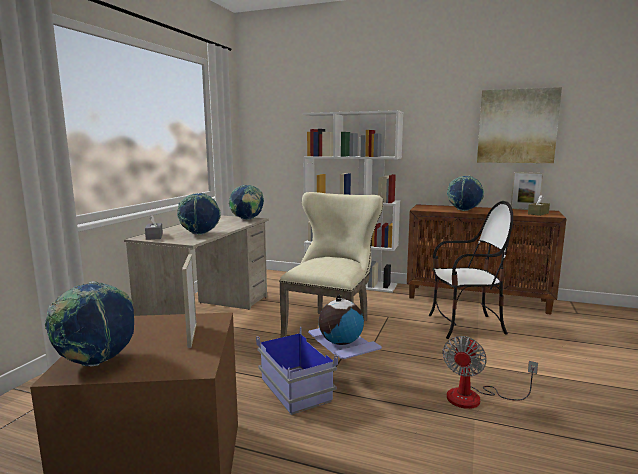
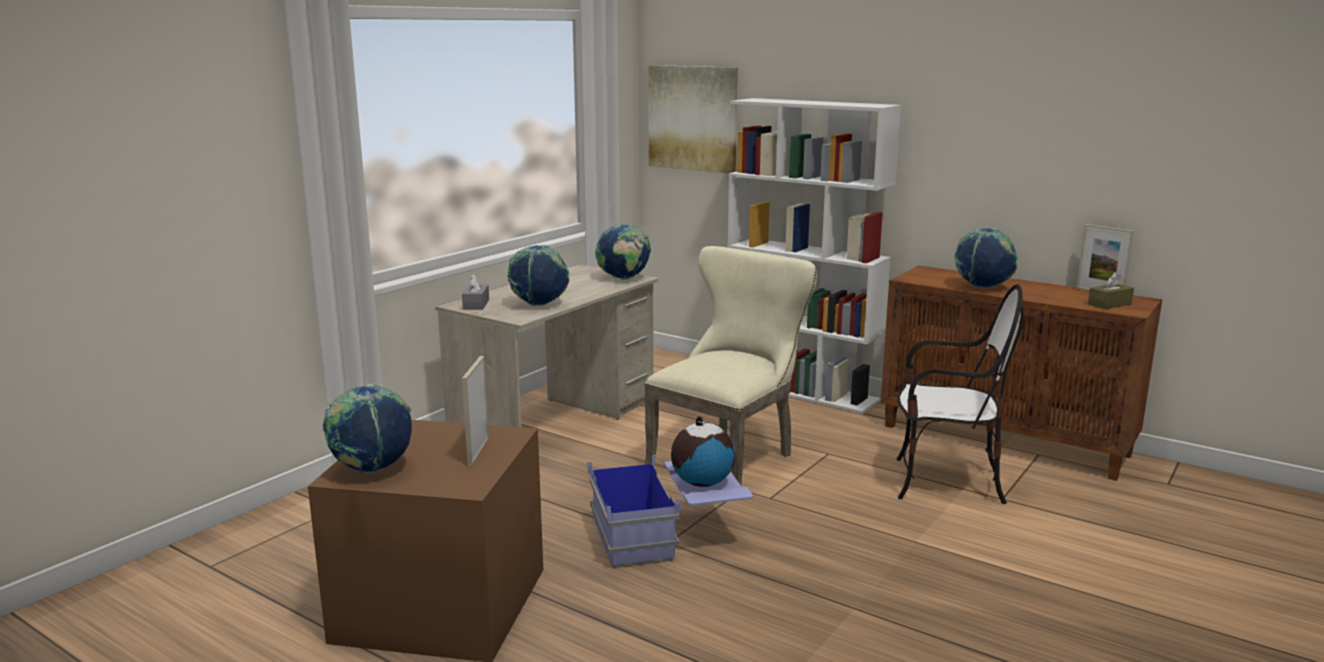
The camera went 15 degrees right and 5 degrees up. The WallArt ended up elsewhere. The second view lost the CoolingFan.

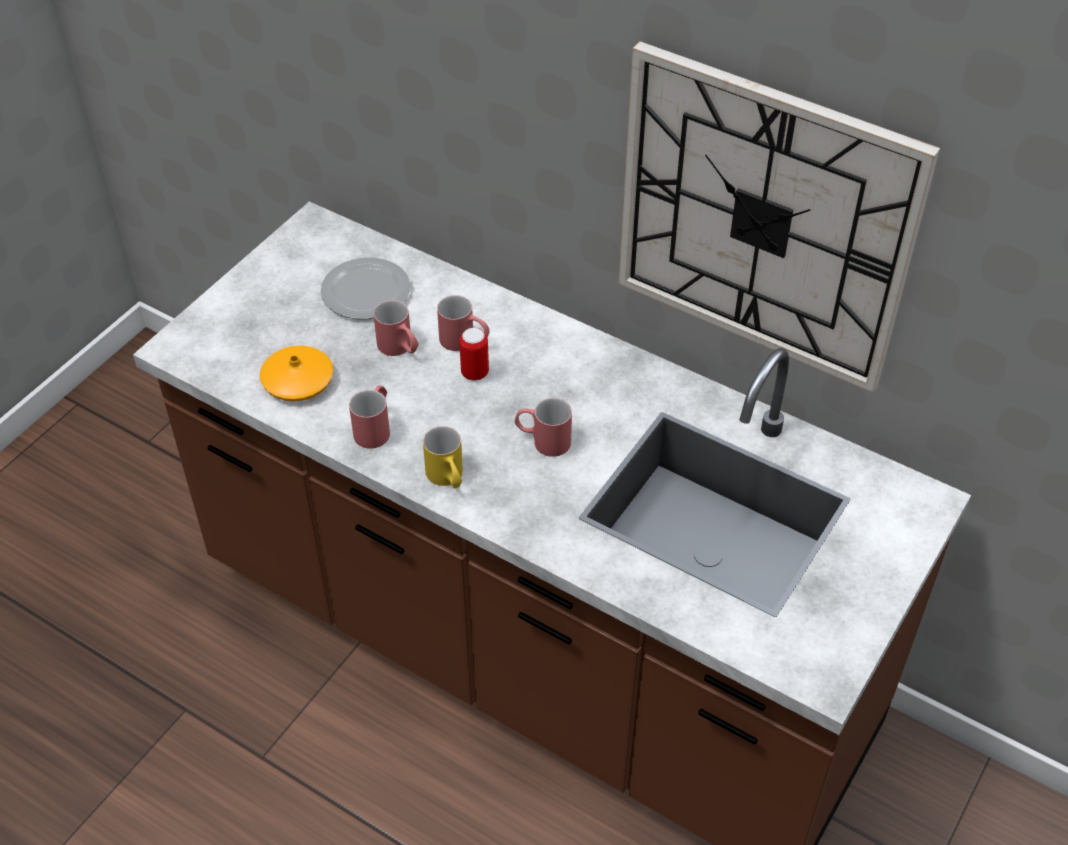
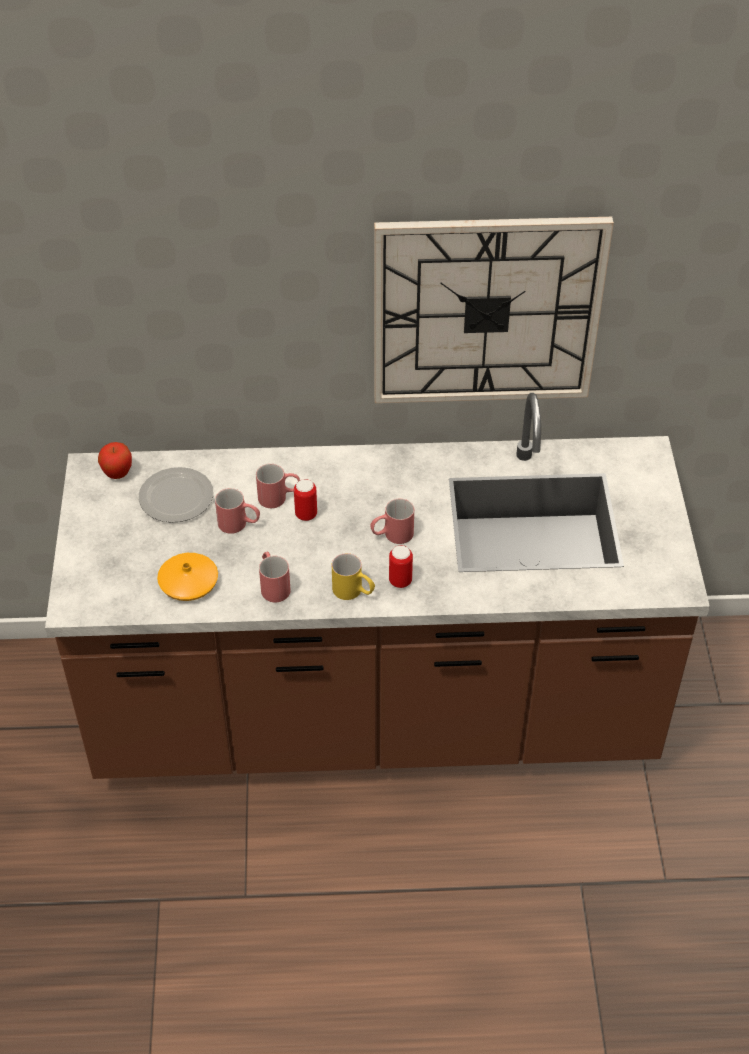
The camera went 35 degrees left and 0 degrees up. The second view gained the AppleFruit. The second view gained the MetalCan (no. 2 from left).

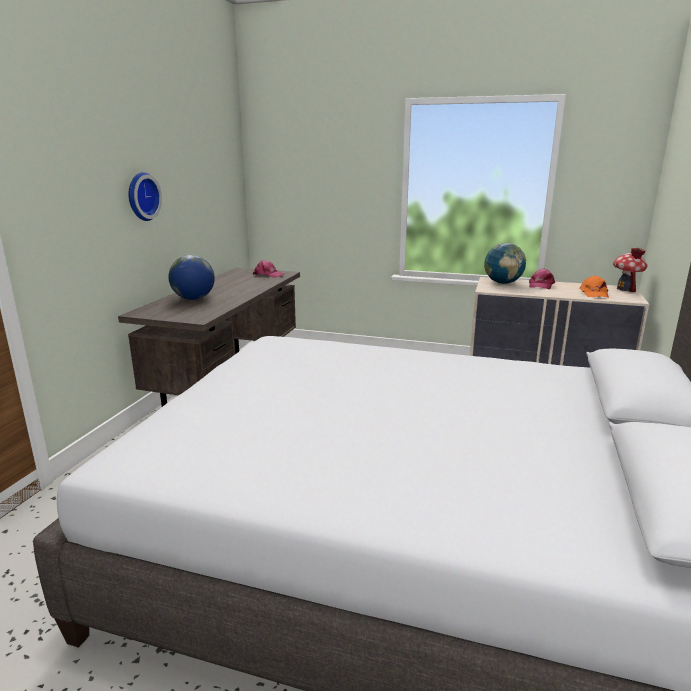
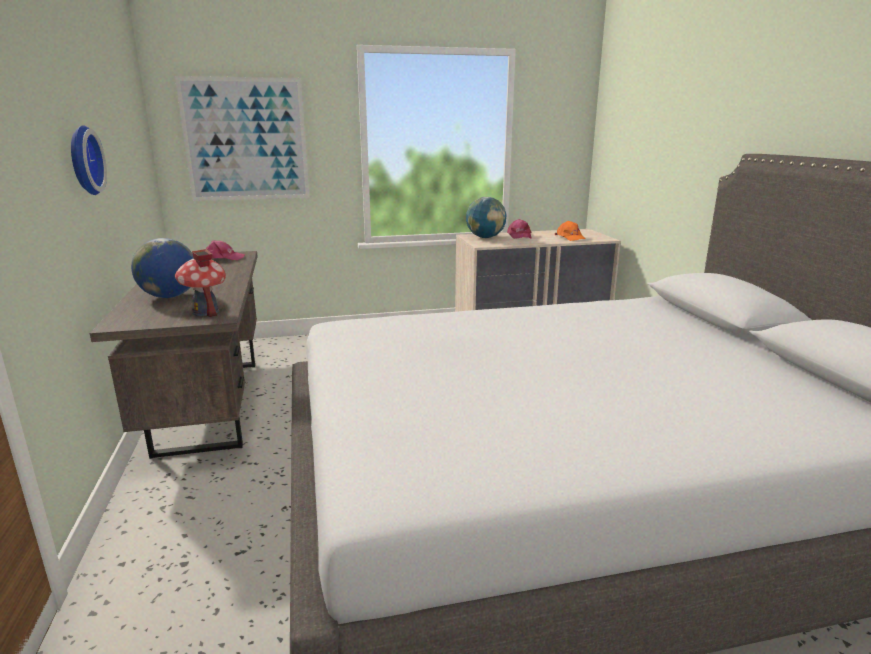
The camera went 30 degrees left and 0 degrees up. The ModelHouse ended up elsewhere. The second view gained the WallArt.

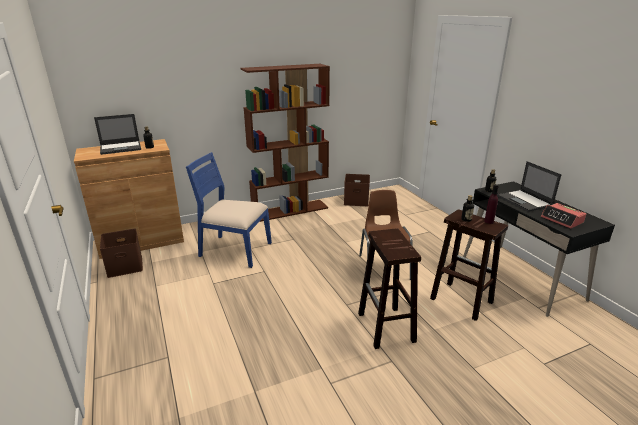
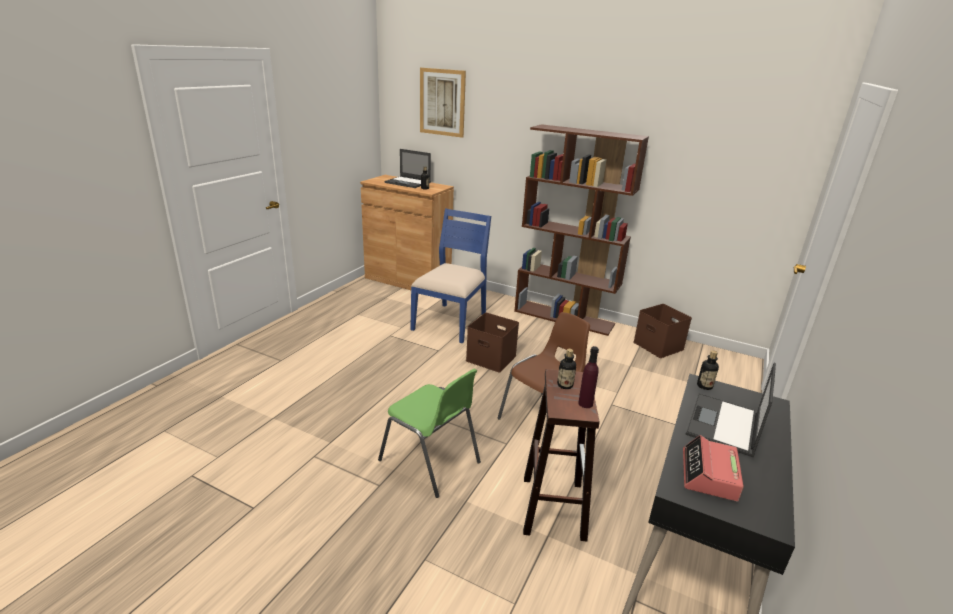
The camera went 50 degrees right and 0 degrees up. The BlueColouredPlainChair ended up facing another way, 45 degrees clockwise from before. The BrownColouredStorageContainer (no. 1 from left) ended up elsewhere. Where the BrownColouredStool (no. 1 from left) stood, the GreenishPlainChair came to stand. The second view gained the WallArt.

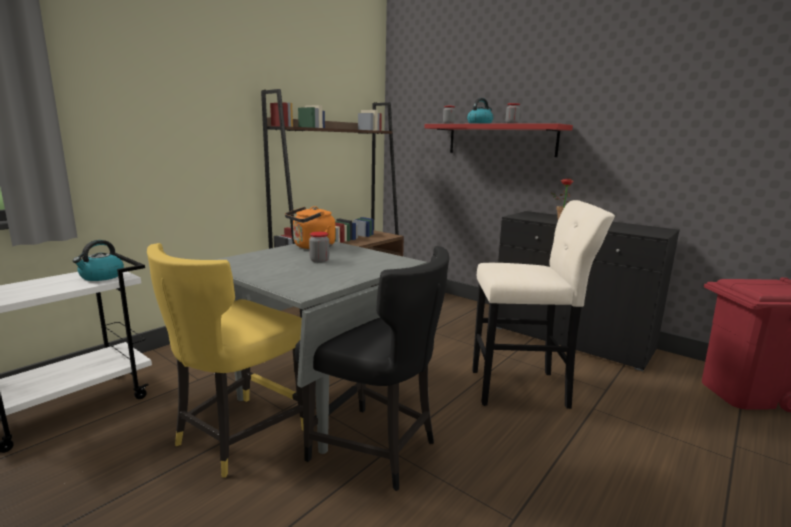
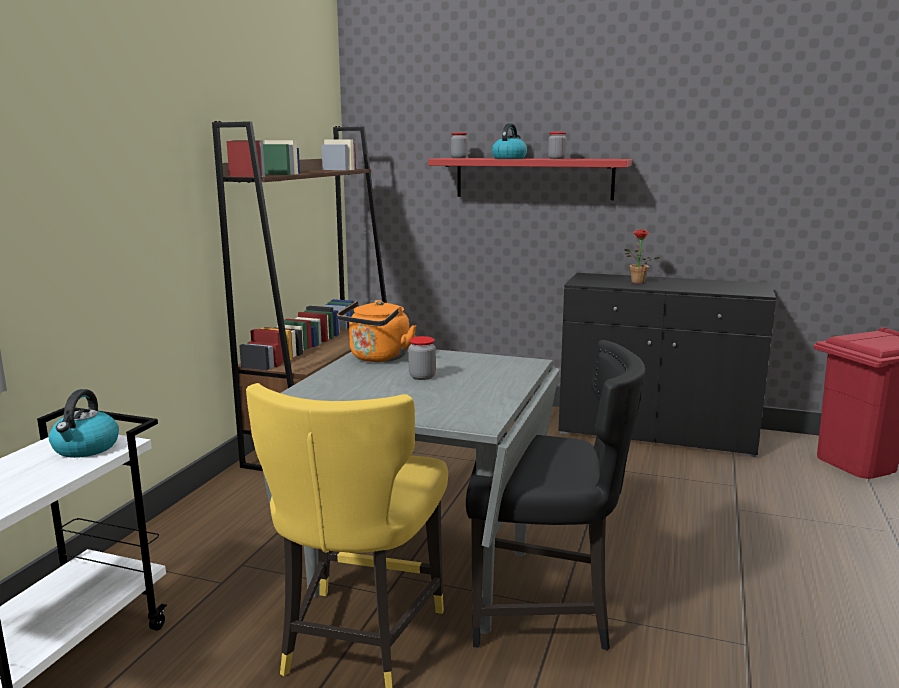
The camera went 20 degrees left and 0 degrees up. The second view lost the BeigeColouredStool.

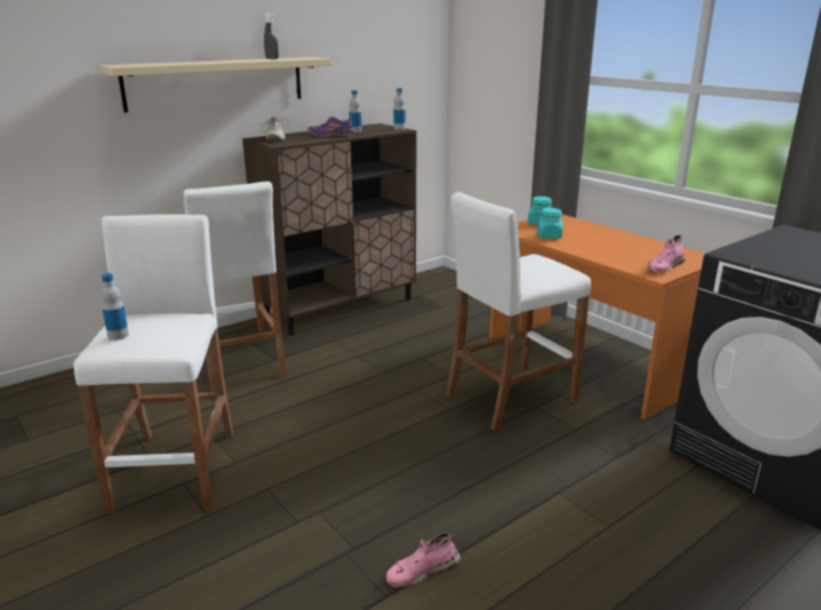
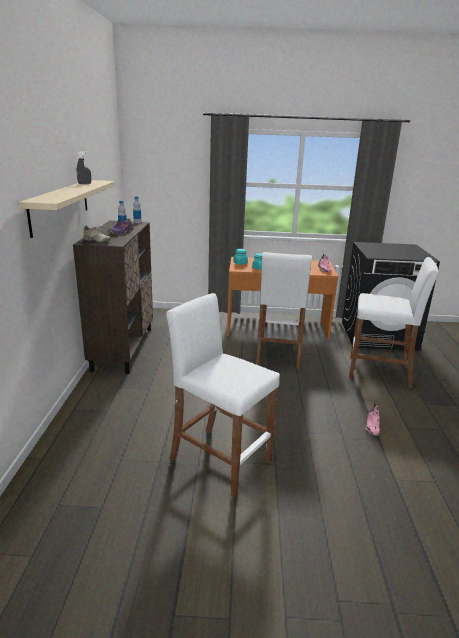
The camera went 50 degrees left and 0 degrees up. The WhiteColouredStool (no. 2 from left in the first image) ended up elsewhere. The second view lost the BeverageBottle (no. 1 from left).

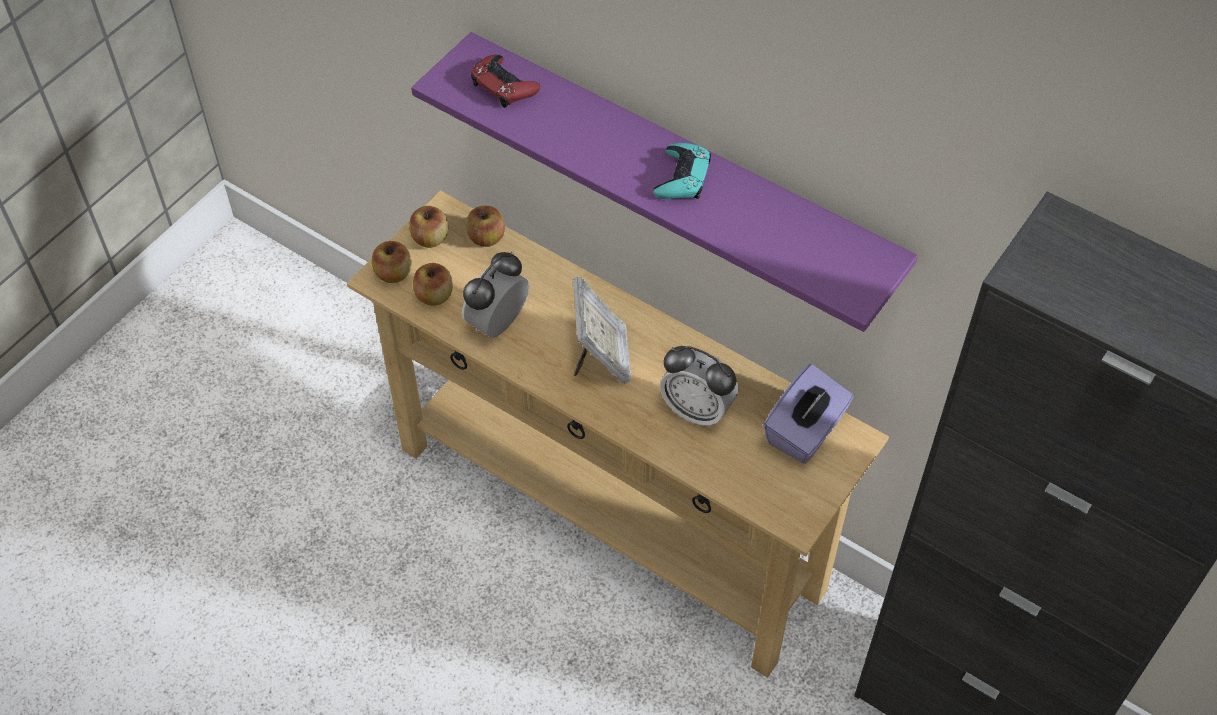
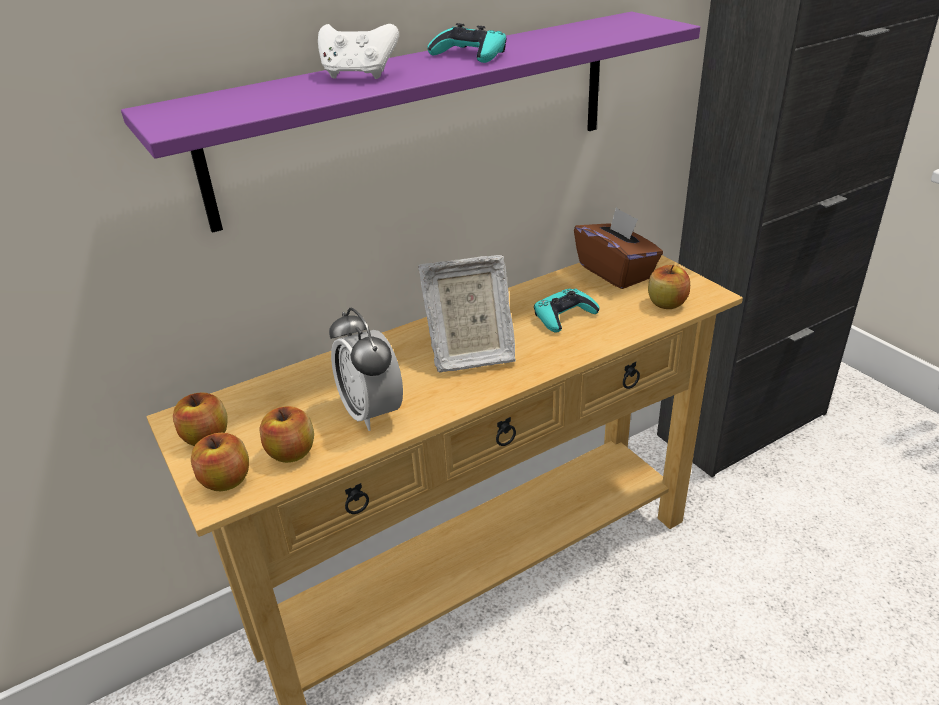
The camera went 65 degrees left and 20 degrees down. The second view lost the RedJoypad. The AppleFruit (no. 4 from left) ended up elsewhere. The PhotoFrame ended up facing another way, 150 degrees clockwise from before. Where the AlarmClock (no. 2 from left) stood, the TurquoiseColouredJoypad (no. 2 from left) came to stand. What was the PurplishBoxOfTissues turned into the BrownColouredBoxOfTissues. The second view gained the WhiteColouredJoypad.

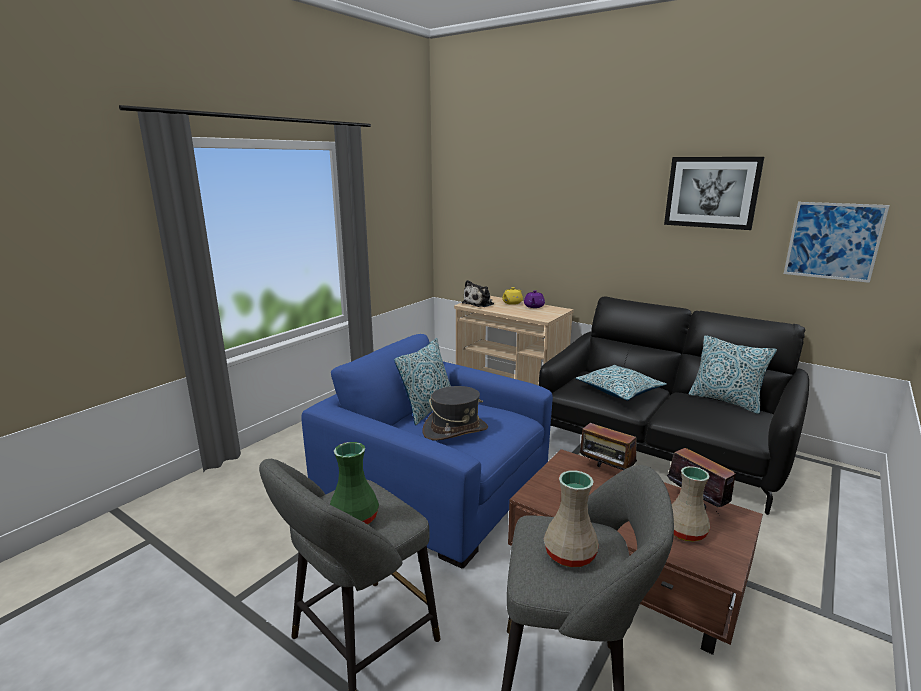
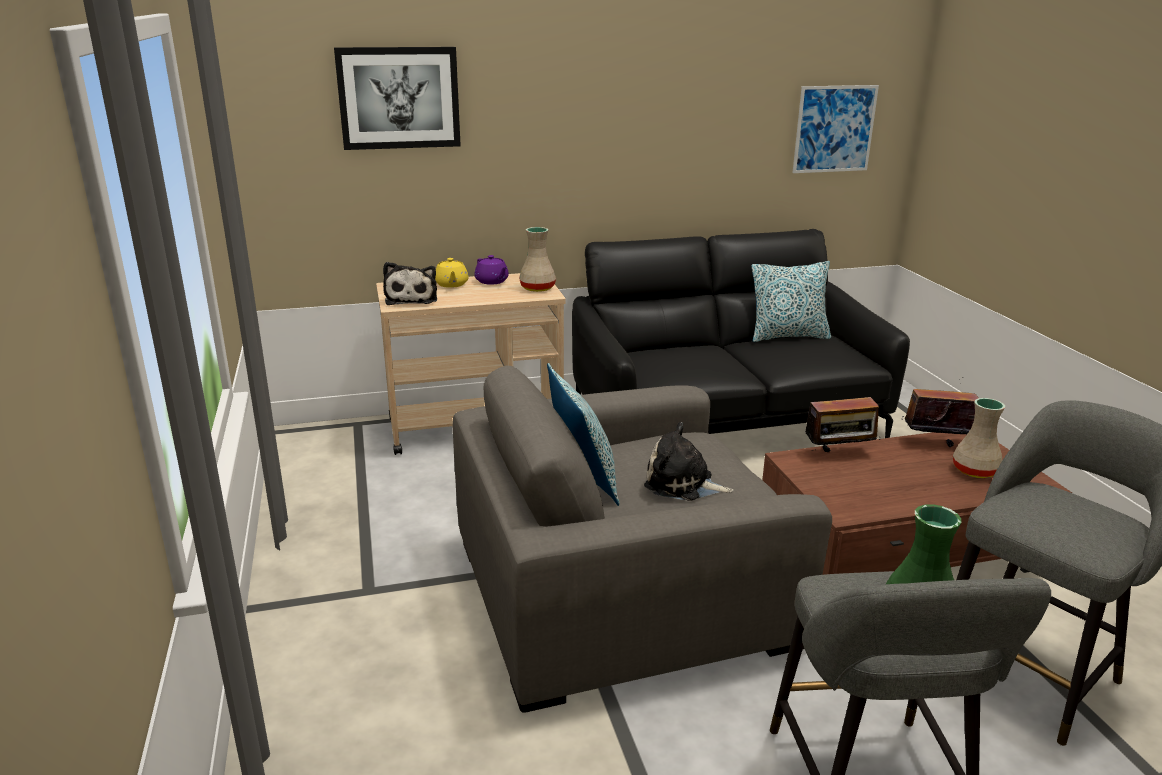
The camera went 50 degrees left and 5 degrees up. The WallArt (no. 1 from left) ended up elsewhere. What was the BlueColouredLoungeChair turned into the GreyLoungeChair. The second view lost the ThrowPillow (no. 2 from left). Where the GreyWearableHat stood, the CuddlyToy (no. 2 from left) came to stand. The BeigeColouredDecorativeVase (no. 1 from left) ended up elsewhere.

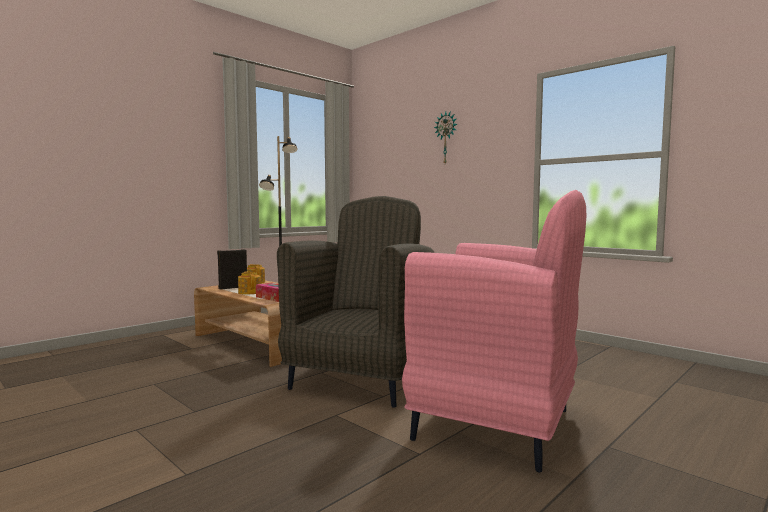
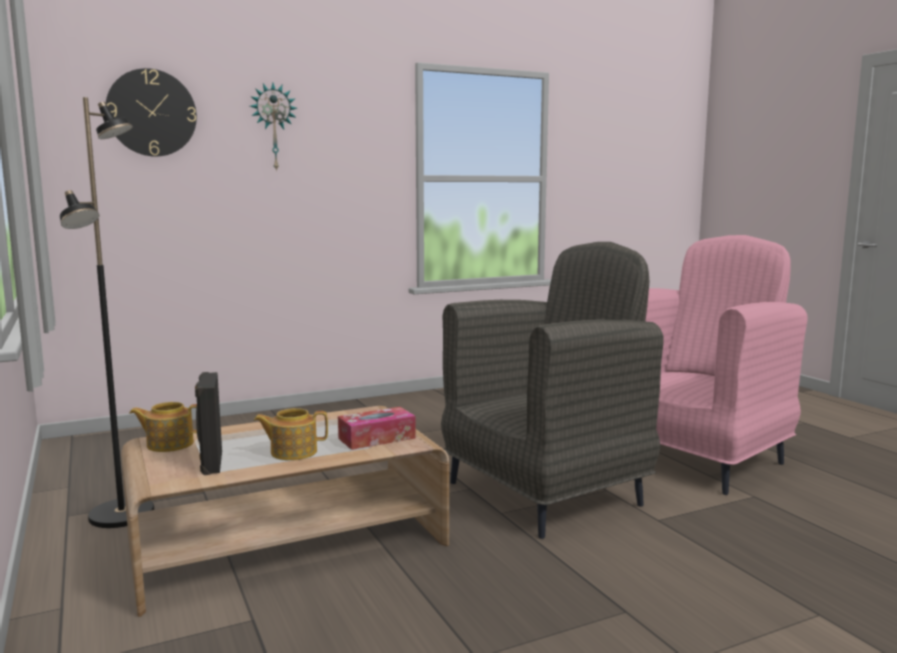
The camera went 70 degrees left and 5 degrees up. The GreyLoungeChair ended up facing another way, 105 degrees clockwise from before. The second view gained the HangingClock (no. 1 from left).

